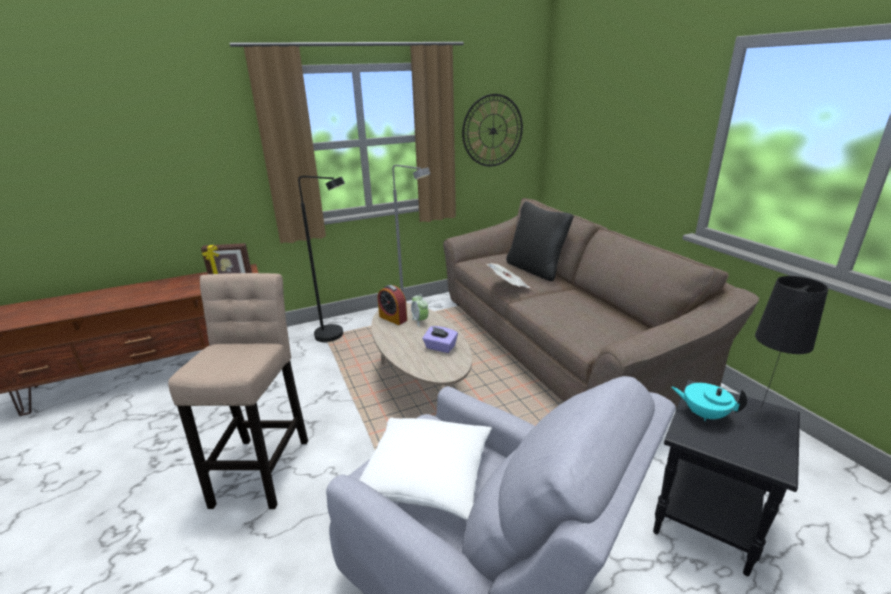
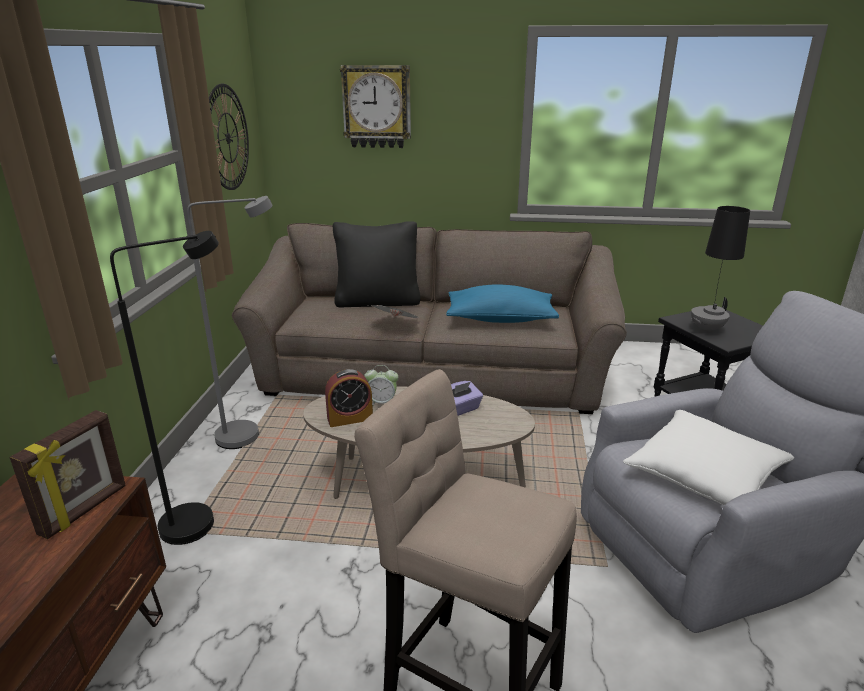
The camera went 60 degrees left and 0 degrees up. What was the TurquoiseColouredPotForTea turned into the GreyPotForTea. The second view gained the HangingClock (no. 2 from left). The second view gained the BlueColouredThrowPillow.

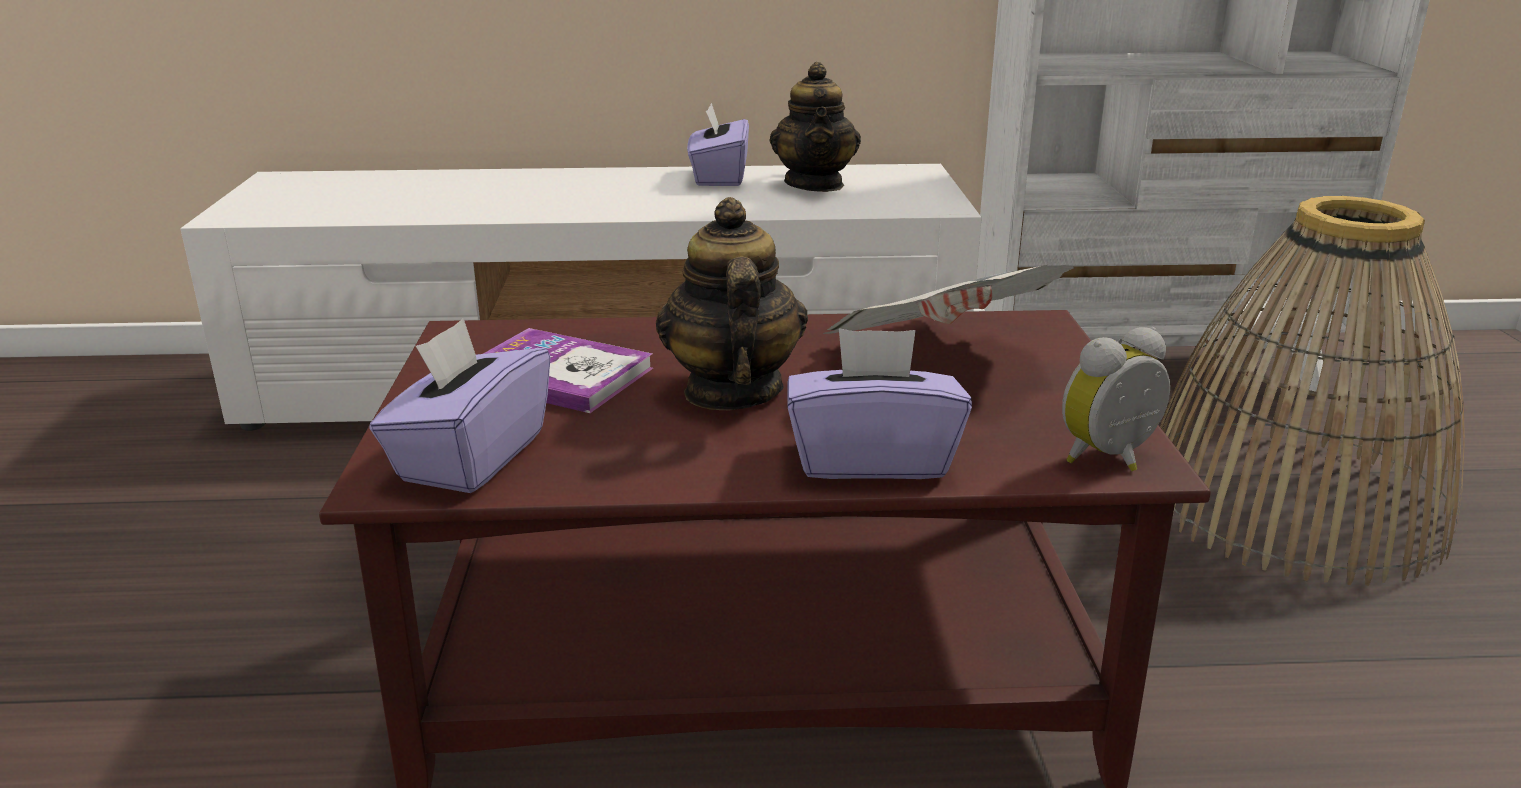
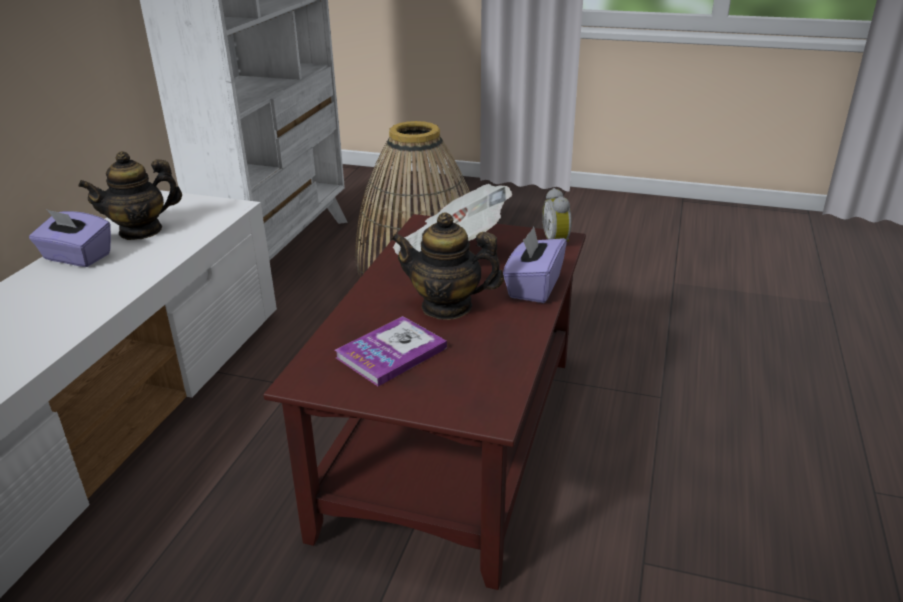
The camera went 70 degrees left and 5 degrees up. The PotForTea (no. 2 from left in the first image) ended up facing another way, 135 degrees clockwise from before. The second view lost the PurplishBoxOfTissues (no. 1 from left).

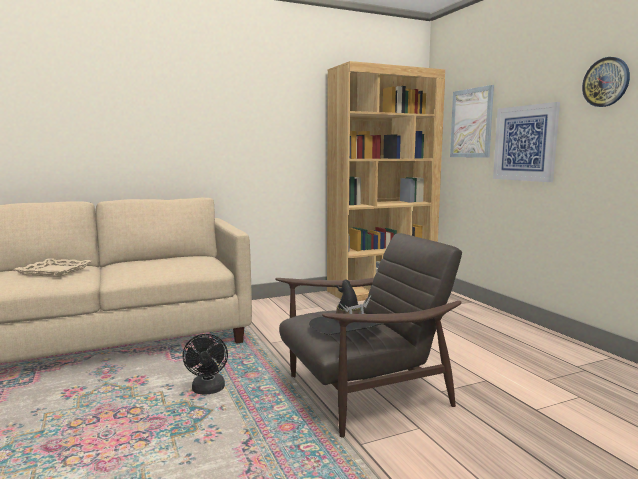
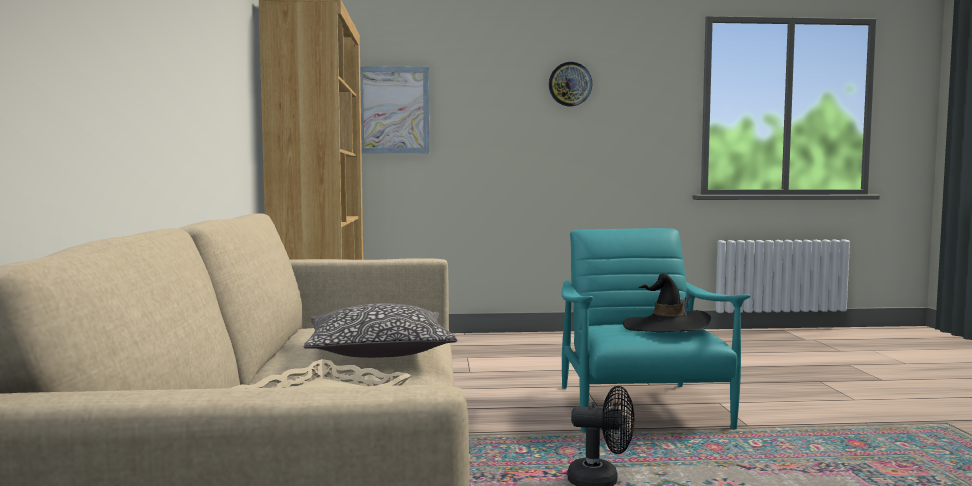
The camera went 70 degrees left and 5 degrees down. The second view lost the WallArt (no. 2 from left). What was the BrownColouredLoungeChair turned into the TurquoiseColouredLoungeChair. The second view gained the ThrowPillow.

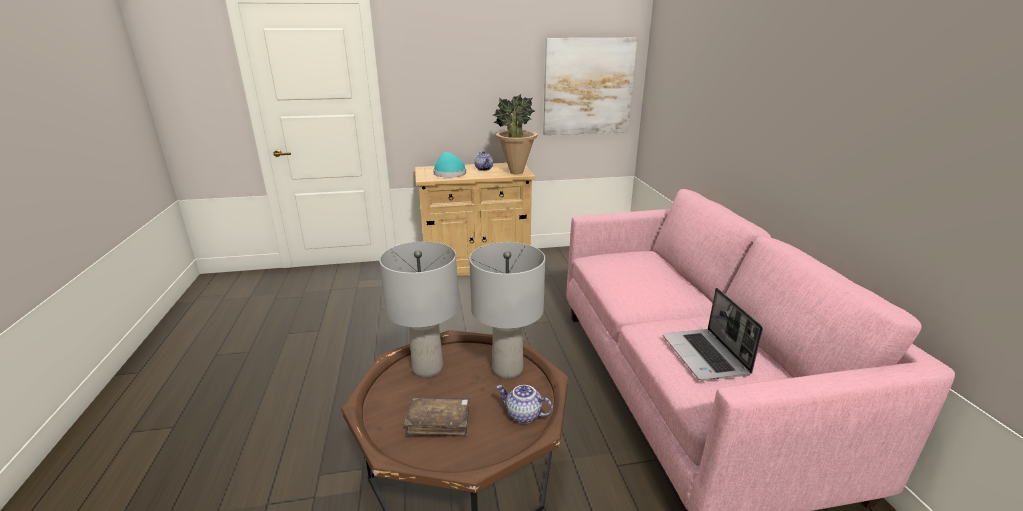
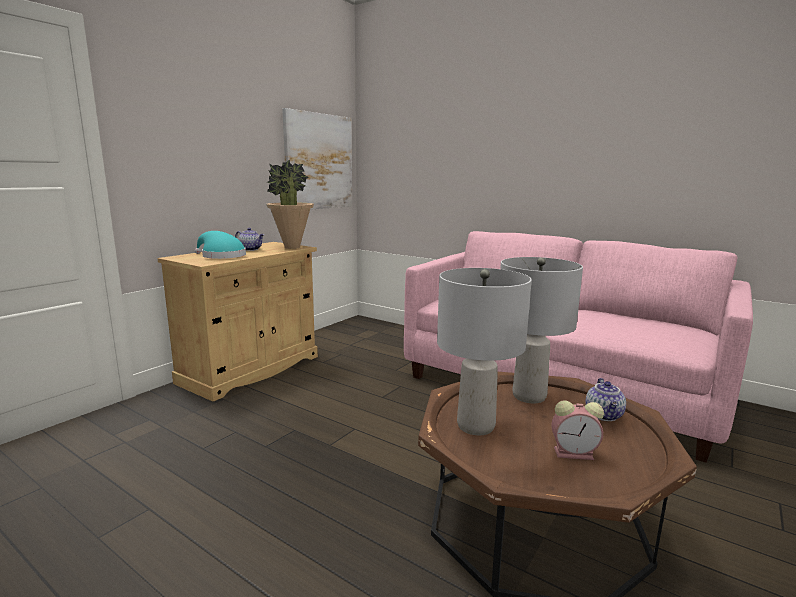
The camera went 45 degrees left and 10 degrees down. The second view lost the Laptop. The PotForTea (no. 2 from left) ended up facing another way, 60 degrees counterclockwise from before. Where the BrownColouredBoundBook stood, the AlarmClock came to stand.

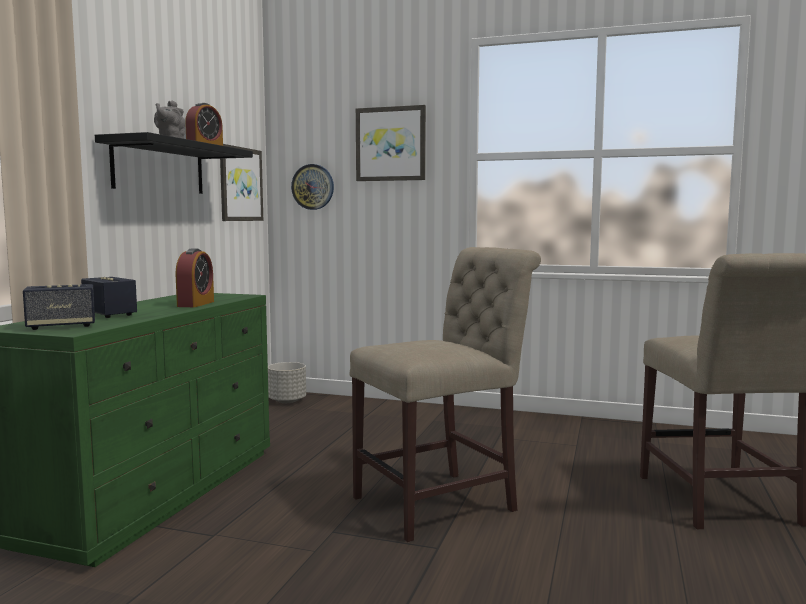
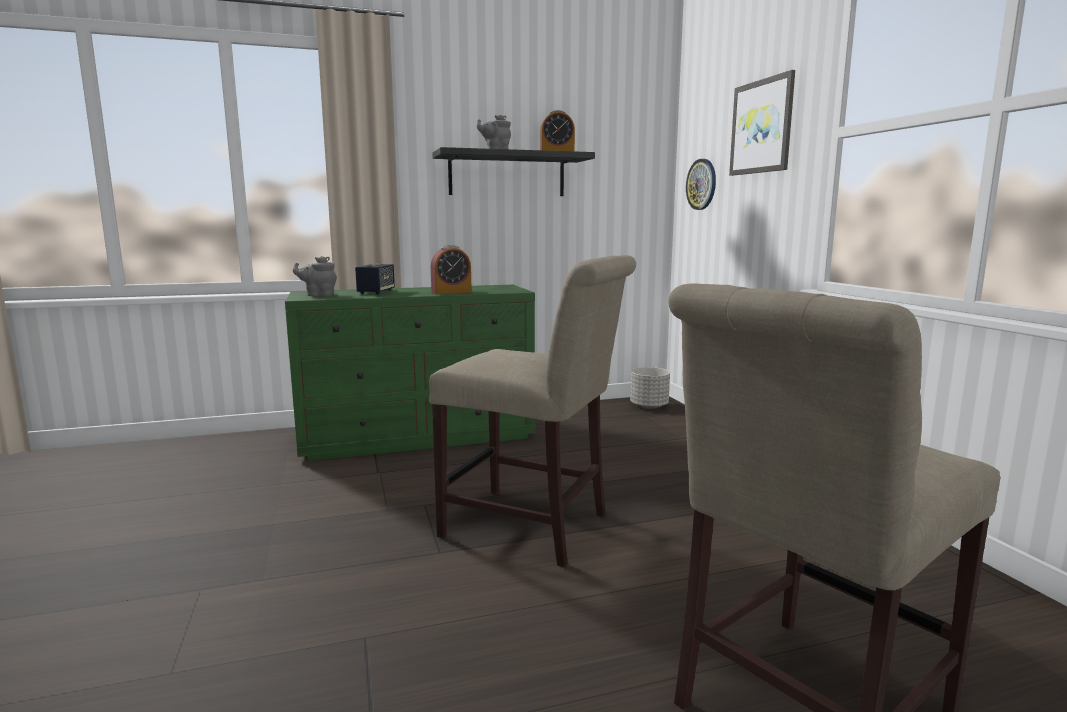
The camera went 55 degrees right and 5 degrees up. The second view lost the WallArt (no. 1 from left). Where the Speaker (no. 1 from left) stood, the GreyPotForTea (no. 1 from left) came to stand.

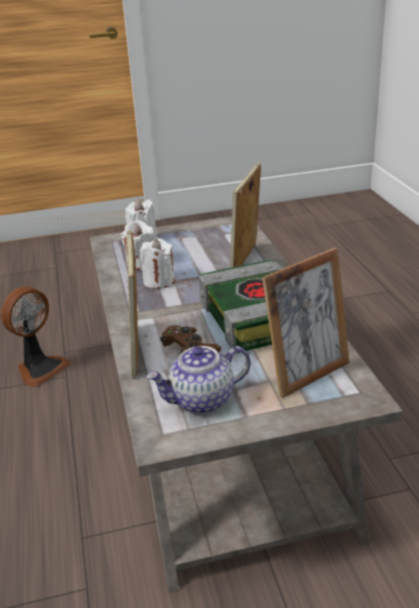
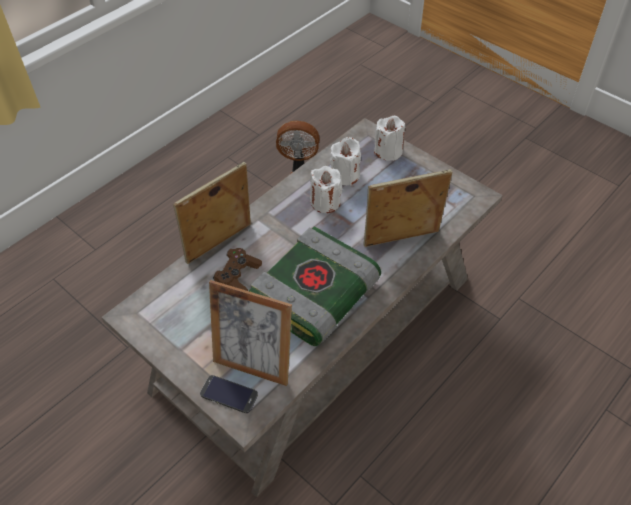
The camera went 55 degrees right and 20 degrees up. The second view lost the PotForTea. The second view gained the Phone.

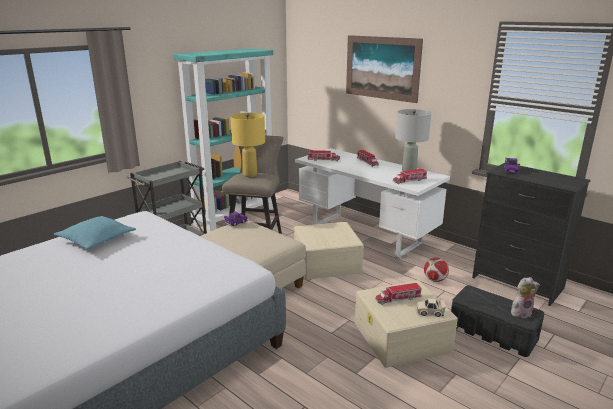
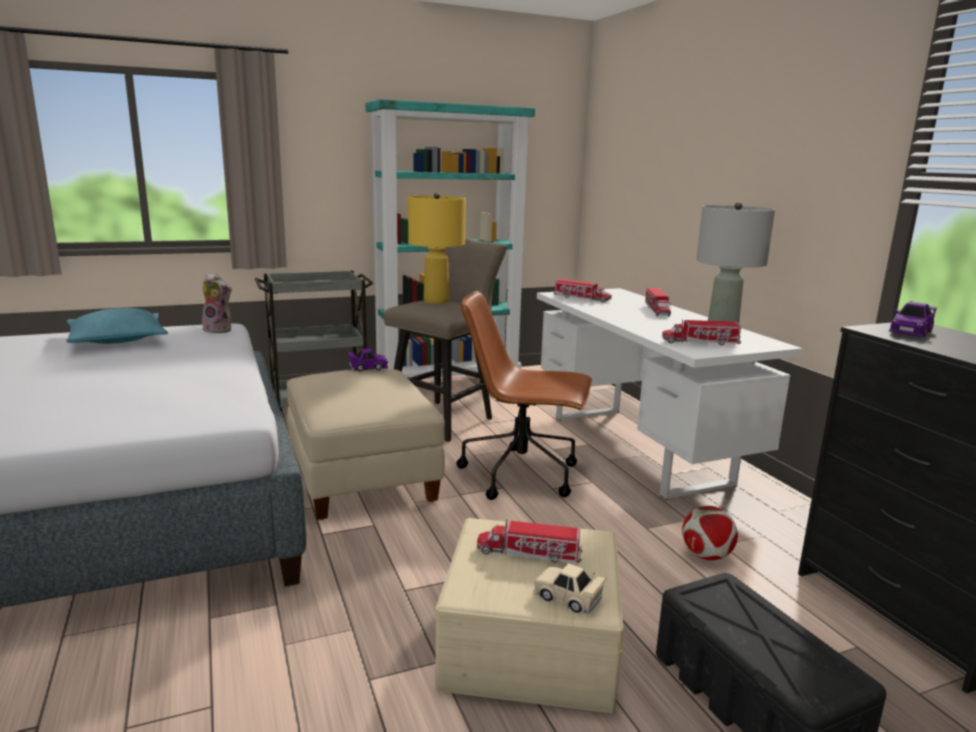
The camera went 25 degrees right and 5 degrees down. The second view lost the WallArt. Where the BeigeColouredStorageContainer (no. 1 from left) stood, the BrownColouredComputerChair came to stand. The CuddlyToy ended up elsewhere.

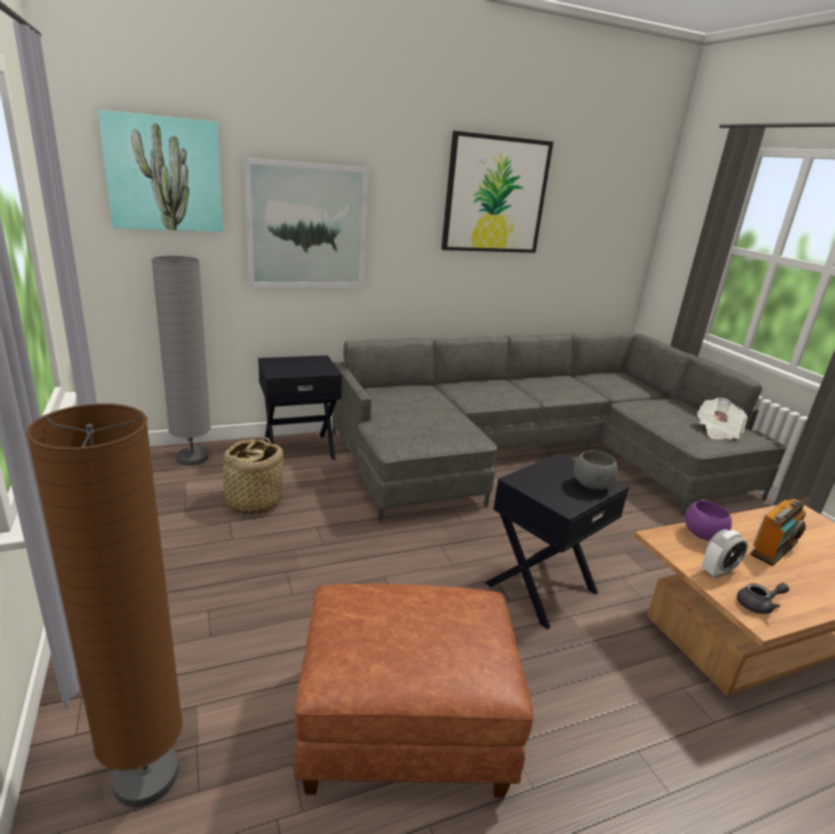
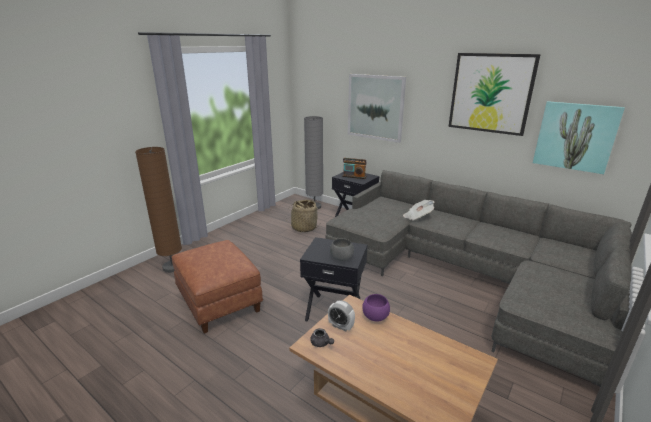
The camera went 60 degrees right and 0 degrees up. The WallArt (no. 1 from left in the first image) ended up elsewhere. The DailyPaper ended up elsewhere. The RadioSet ended up elsewhere.

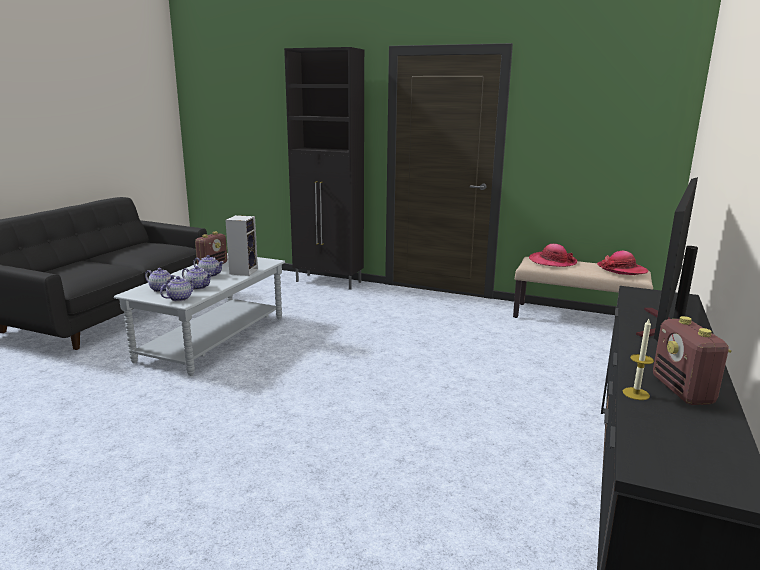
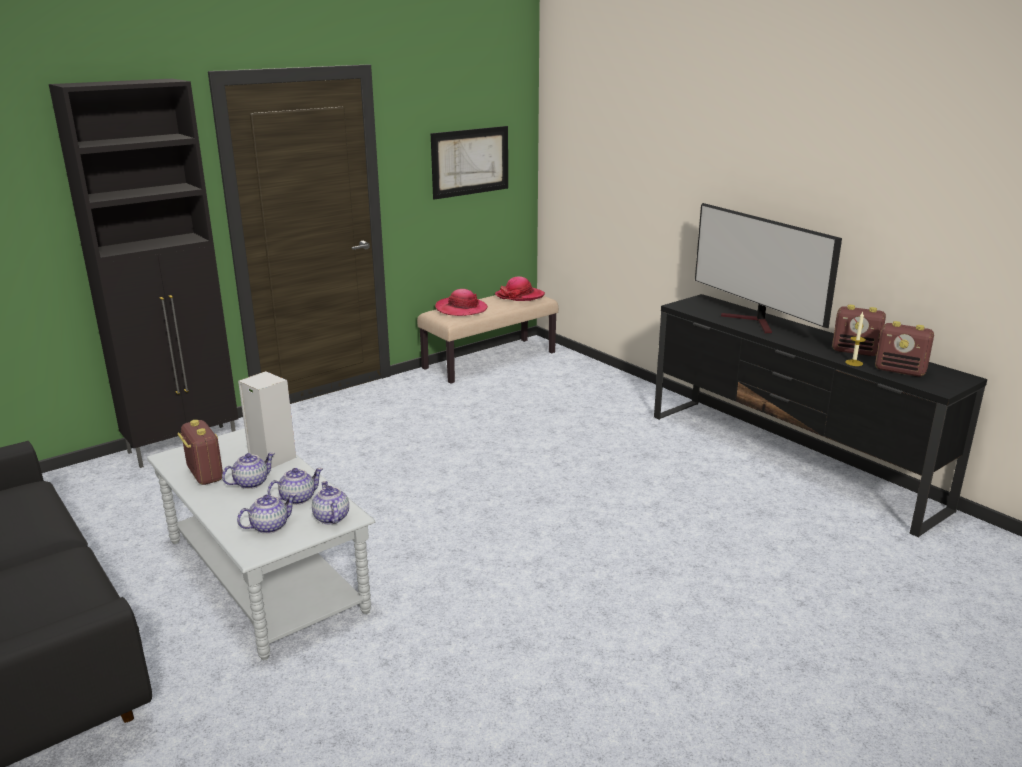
The camera went 60 degrees left and 5 degrees up. The second view gained the WallArt. The second view gained the RadioSet (no. 3 from left).

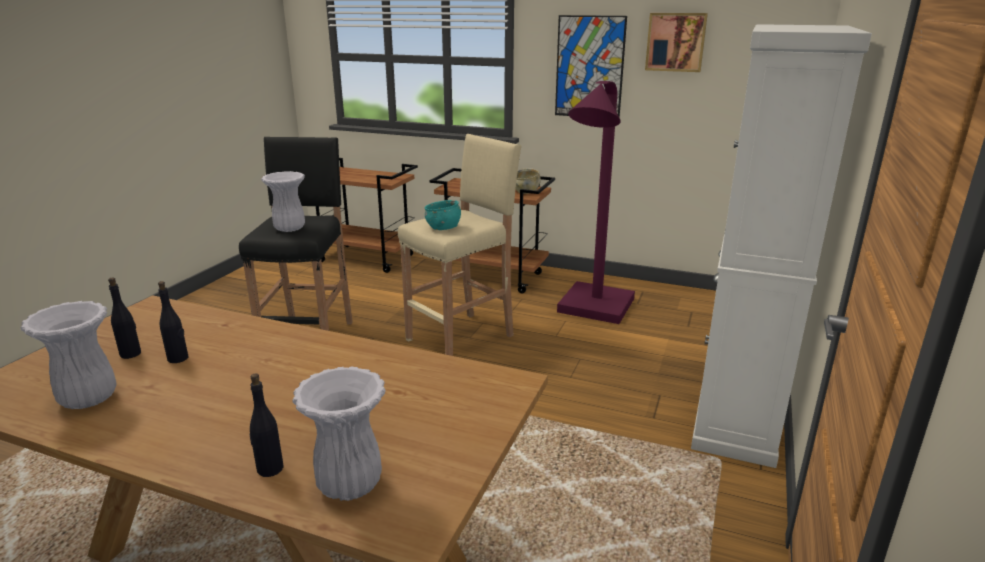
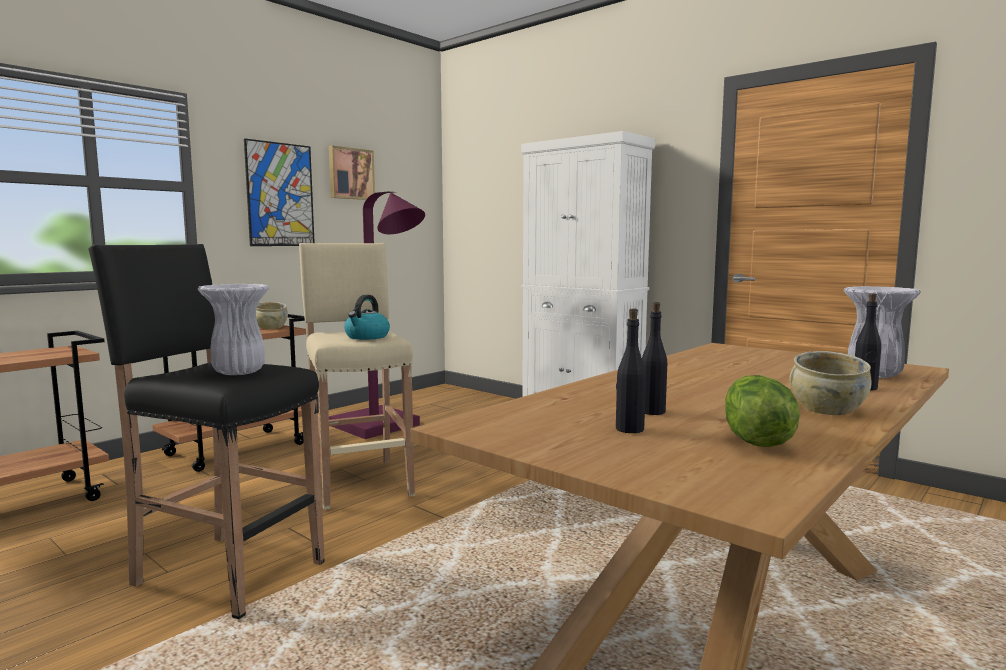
The camera went 70 degrees left and 15 degrees down. Where the TurquoiseColouredServingBowl stood, the TeaKettle came to stand. Where the WhiteColouredDecorativeVase (no. 1 from left) stood, the Lettuce came to stand. The second view gained the BeigeColouredServingBowl (no. 2 from left).

